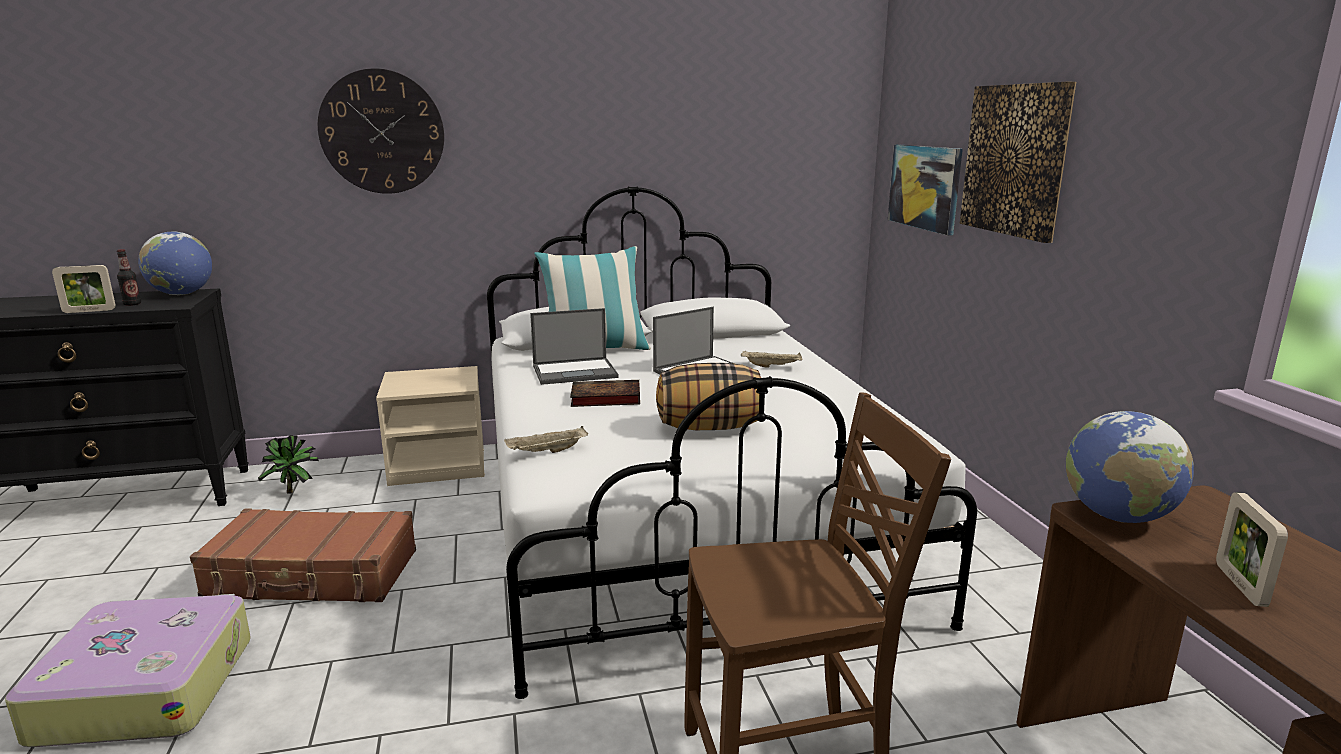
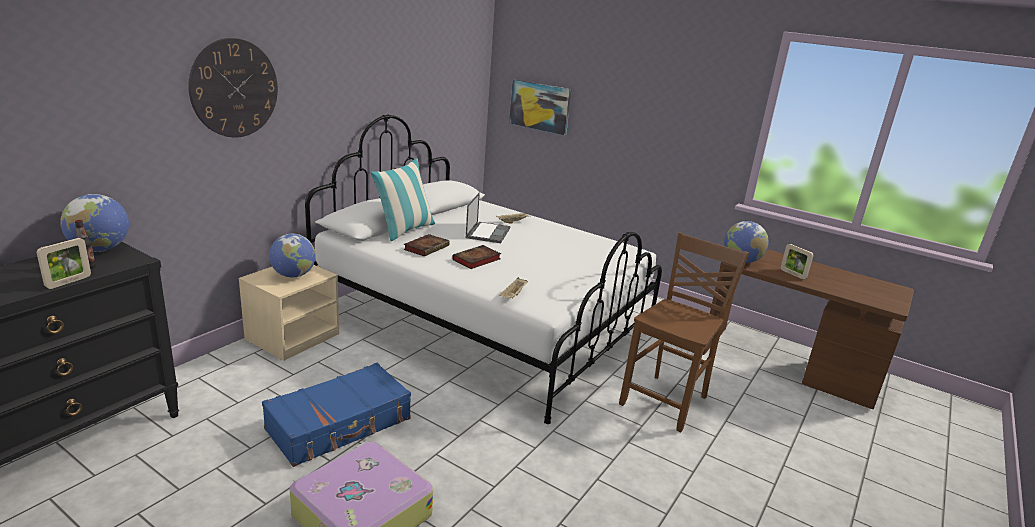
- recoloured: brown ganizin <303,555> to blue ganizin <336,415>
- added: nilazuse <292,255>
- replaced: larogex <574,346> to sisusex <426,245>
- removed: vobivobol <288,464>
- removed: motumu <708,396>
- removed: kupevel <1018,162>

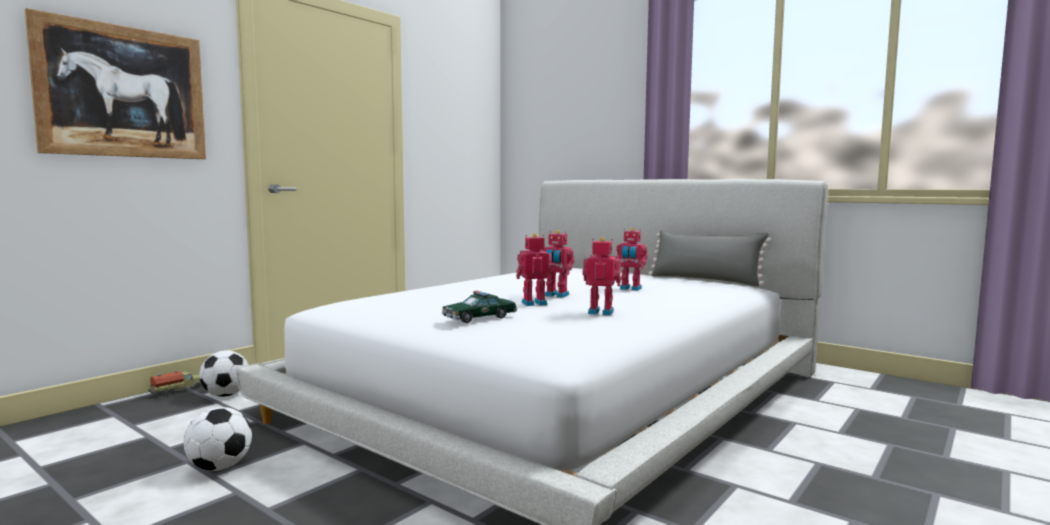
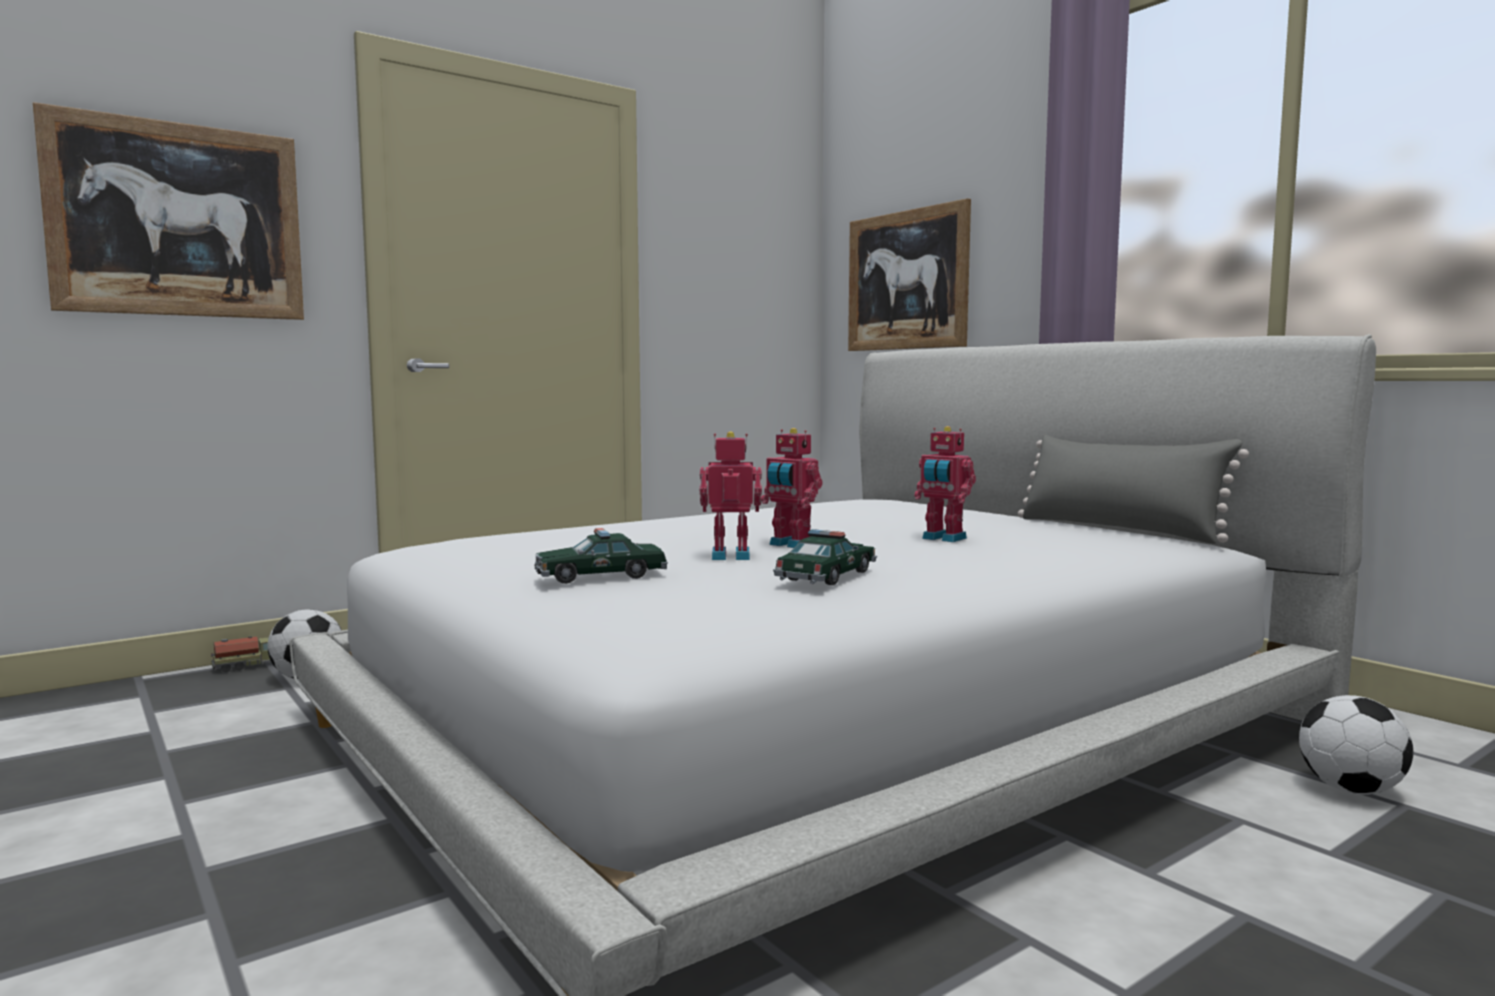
- replaced: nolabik <601,276> to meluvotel <825,557>
- added: kupevel <909,274>
- moved: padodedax <218,439> to <1356,745>

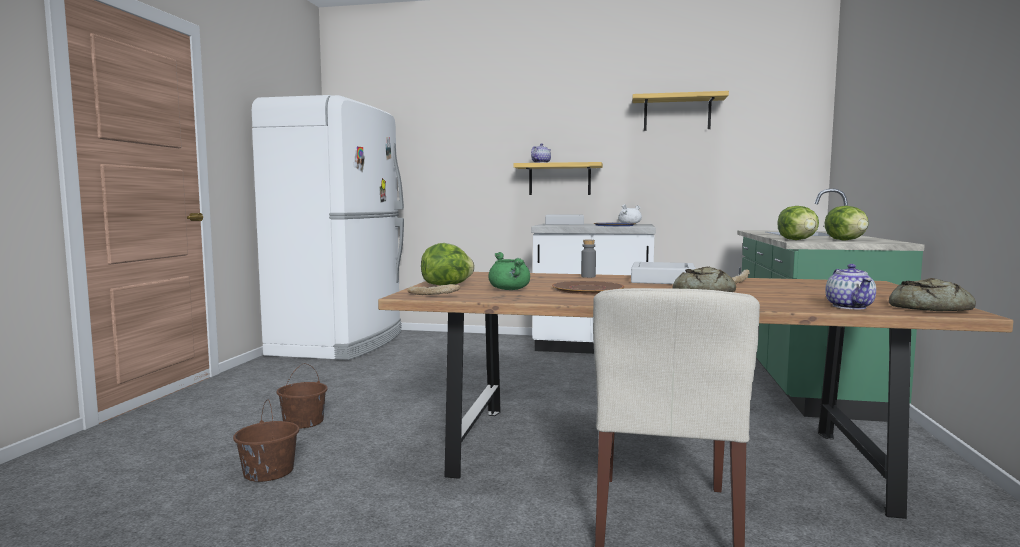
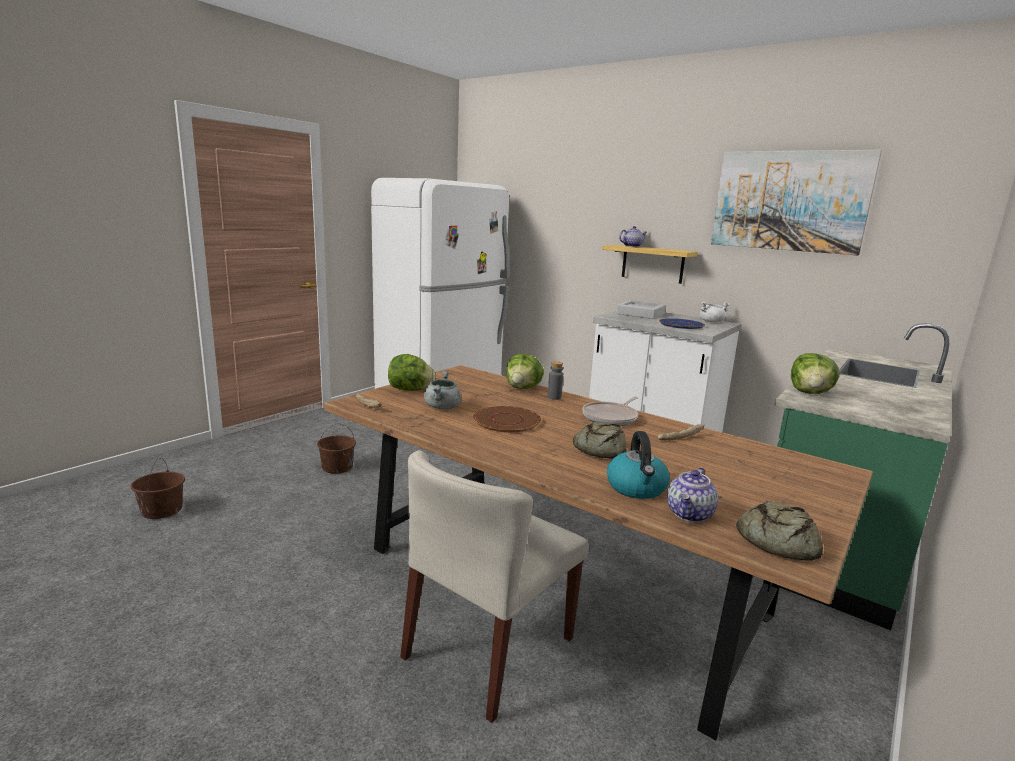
- moved: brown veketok <266,441> to <157,488>
- recoloured: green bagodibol <509,271> to grey bagodibol <443,390>
- moved: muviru <847,223> to <525,371>
- replaced: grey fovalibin <663,273> to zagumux <610,411>
- added: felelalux <638,465>
- replaced: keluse <680,111> to kupevel <796,202>

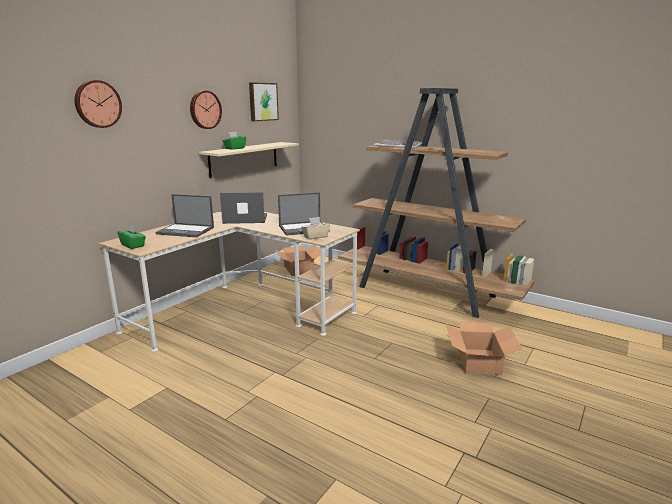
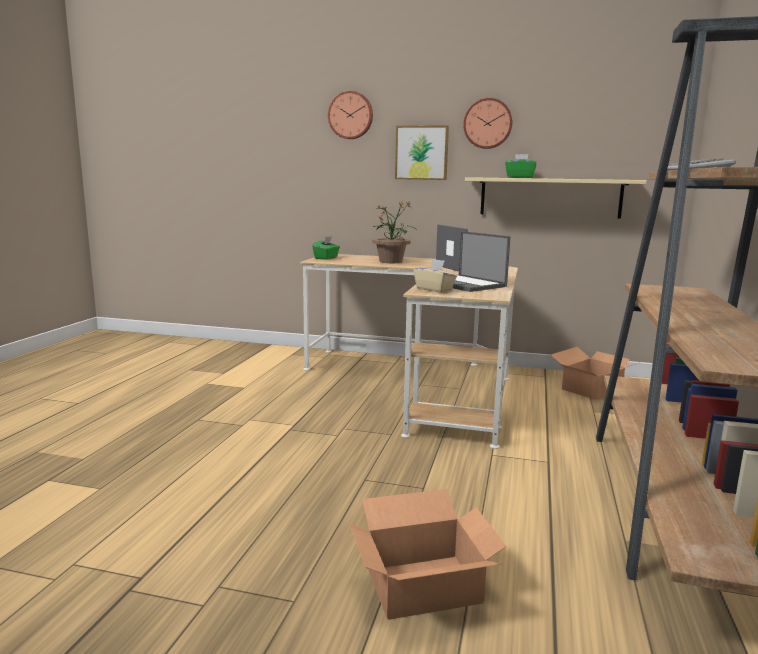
- replaced: larogex <185,215> to vobivobol <394,232>
- moved: kupevel <264,101> to <422,152>

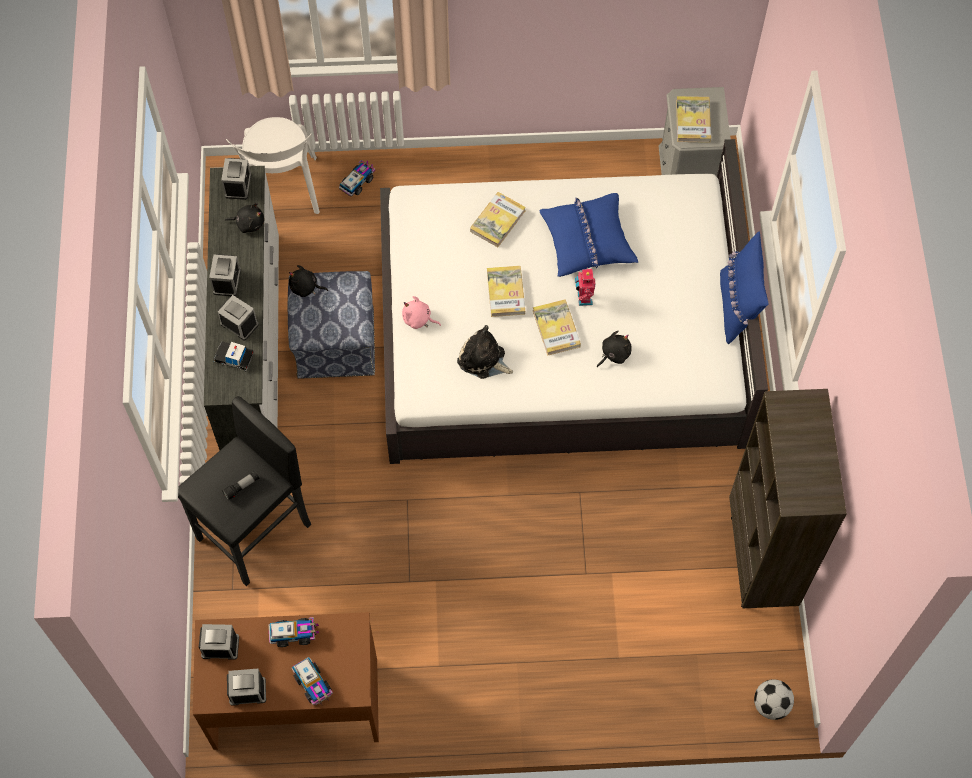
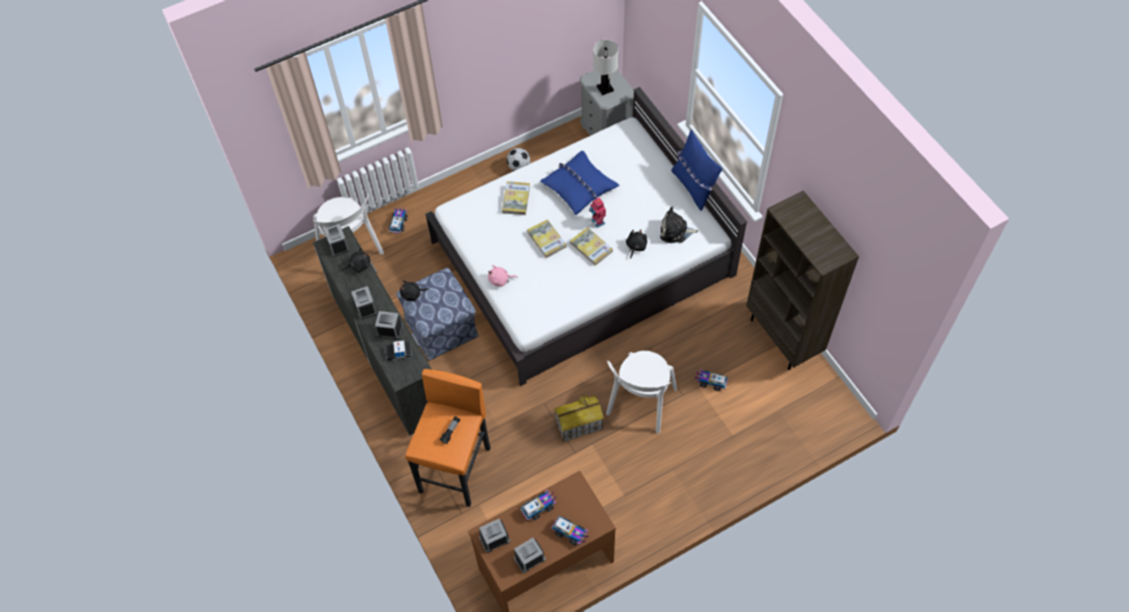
- recoloured: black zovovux <244,491> to orange zovovux <448,438>
- moved: padodedax <774,699> to <518,159>
- added: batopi <579,418>
- replaced: sisusex <693,119> to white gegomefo <605,67>
- added: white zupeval <641,392>
- moved: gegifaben <485,352> to <679,225>
- added: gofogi <711,380>

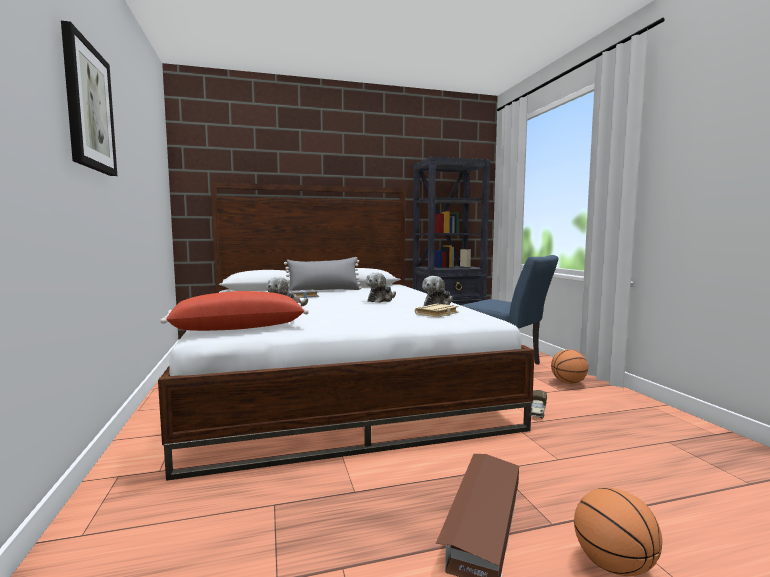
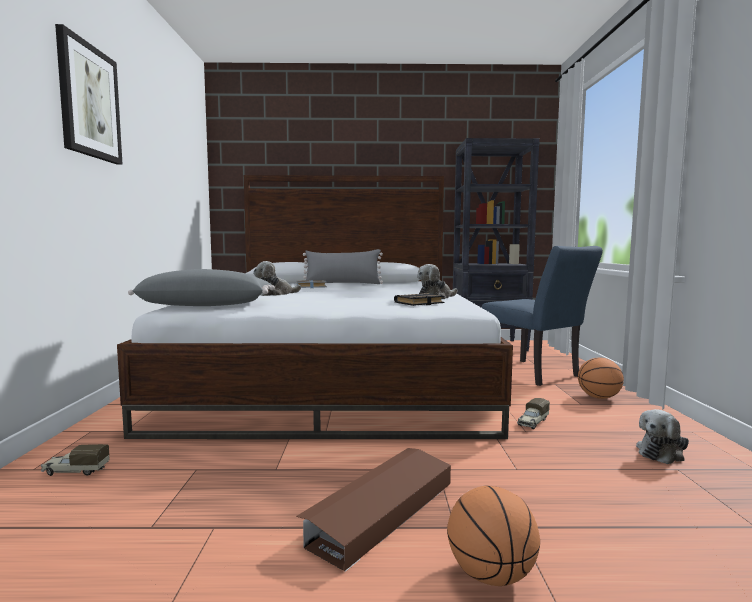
- added: gofogi <75,460>
- recoloured: red motumu <234,311> to grey motumu <201,287>
- recoloured: beige sisusex <437,310> to black sisusex <419,299>
- moved: gegifaben <381,287> to <662,436>

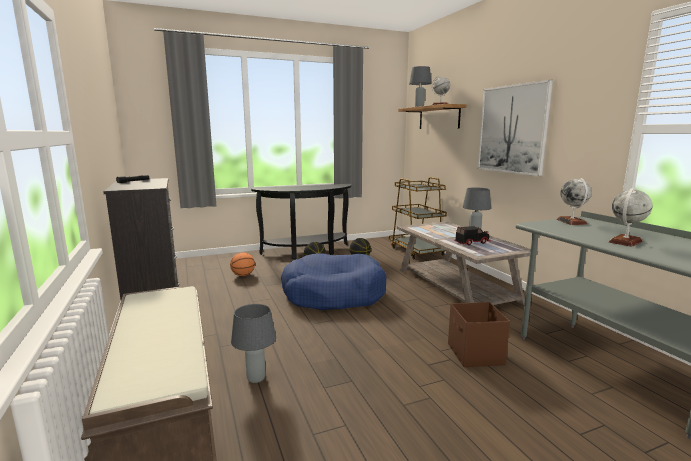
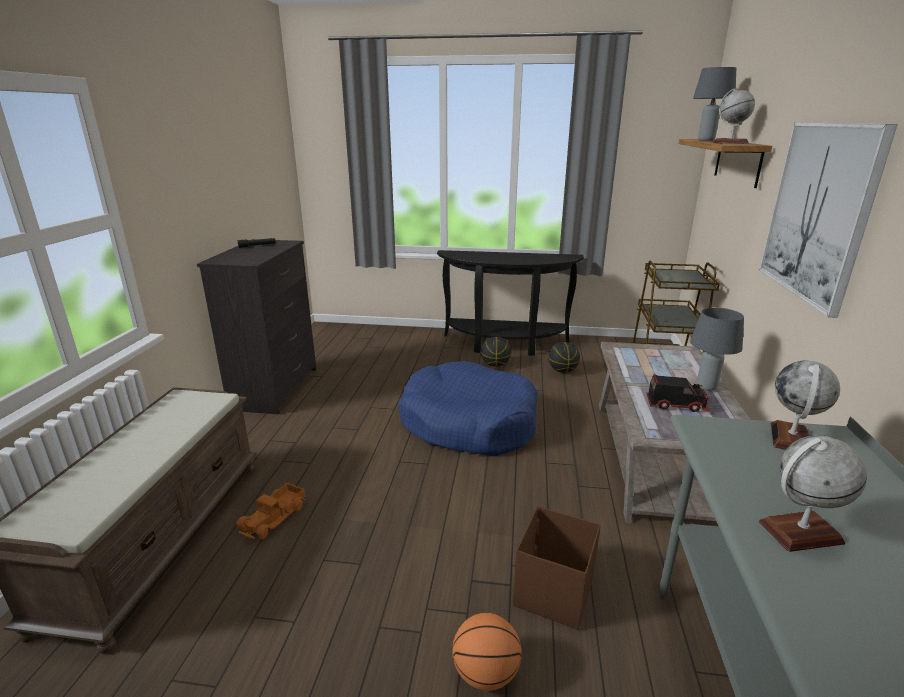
- replaced: grey gegomefo <253,343> to gofogi <270,511>
- moved: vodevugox <242,264> to <487,651>

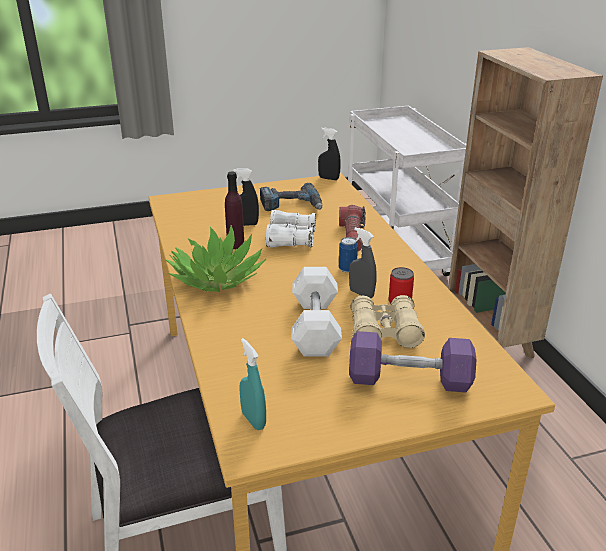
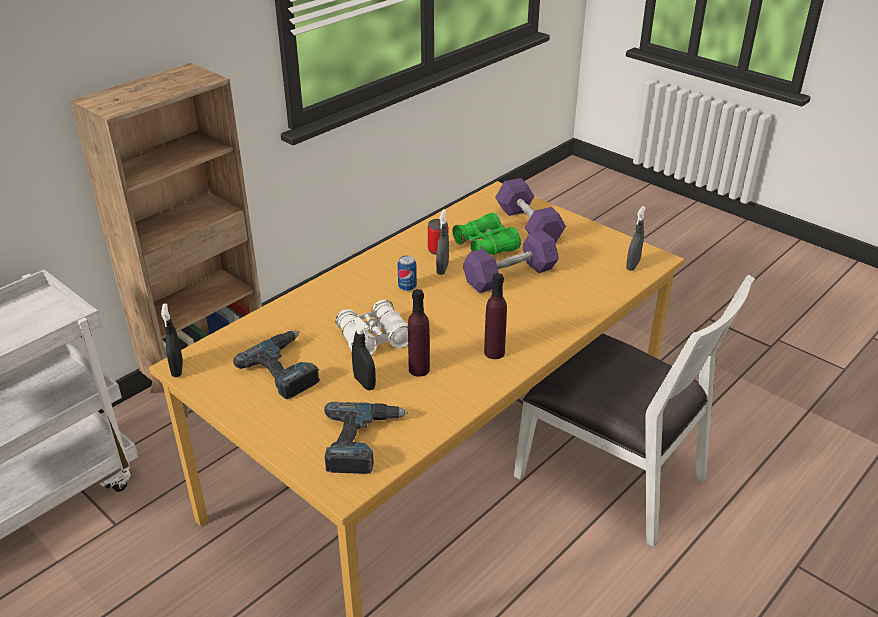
- added: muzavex <366,438>
- recoloured: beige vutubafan <387,321> to green vutubafan <486,234>
- recoloured: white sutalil <316,312> to purple sutalil <511,261>
- replaced: vobivobol <215,258> to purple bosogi <495,316>
- recoloured: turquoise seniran <252,384> to grey seniran <636,238>
- removed: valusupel <352,228>

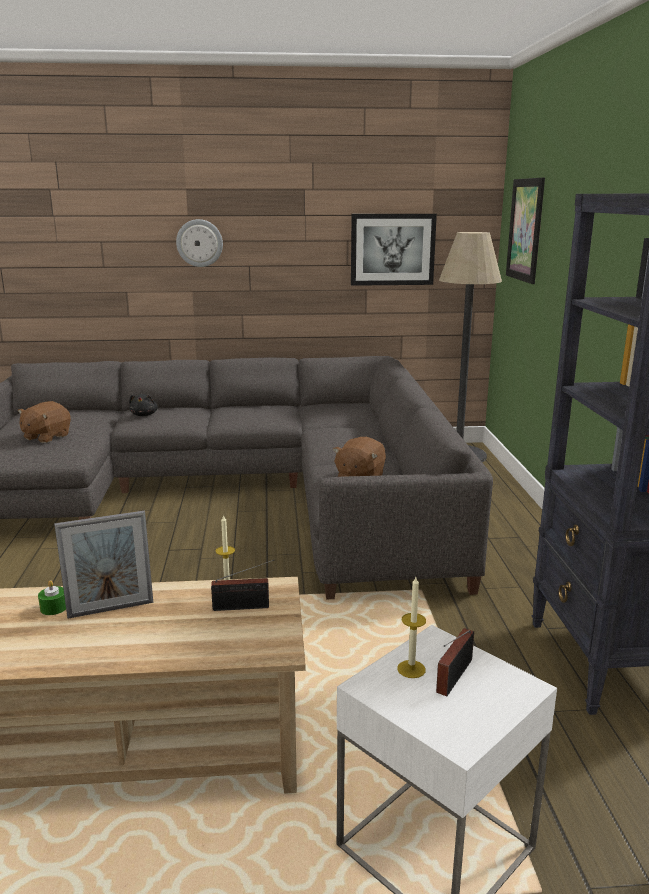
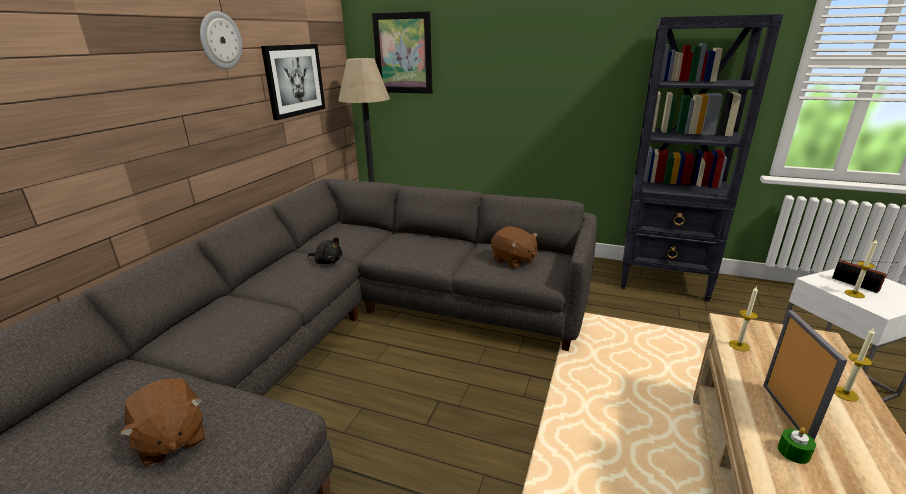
- moved: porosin <199,243> to <221,40>
- moved: black gegifaben <143,405> to <325,250>
- added: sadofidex <854,365>
- removed: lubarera <243,585>

